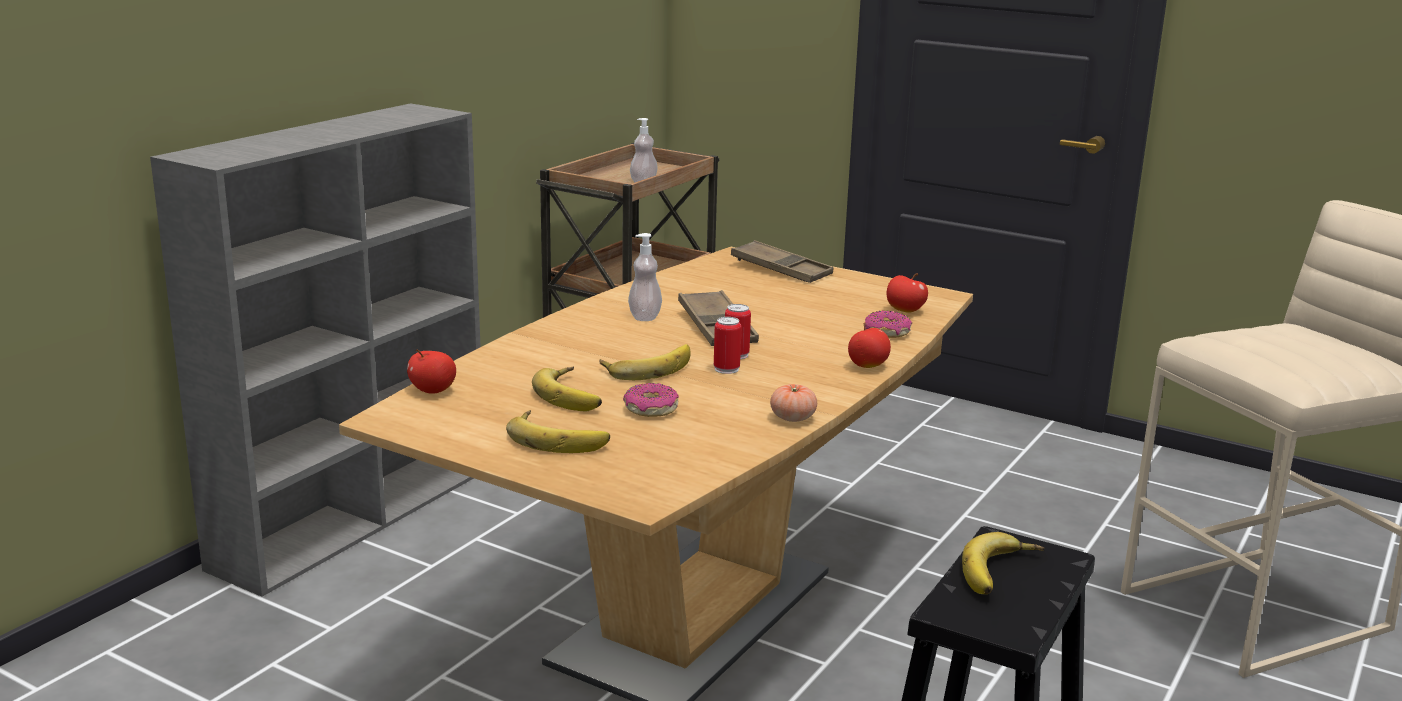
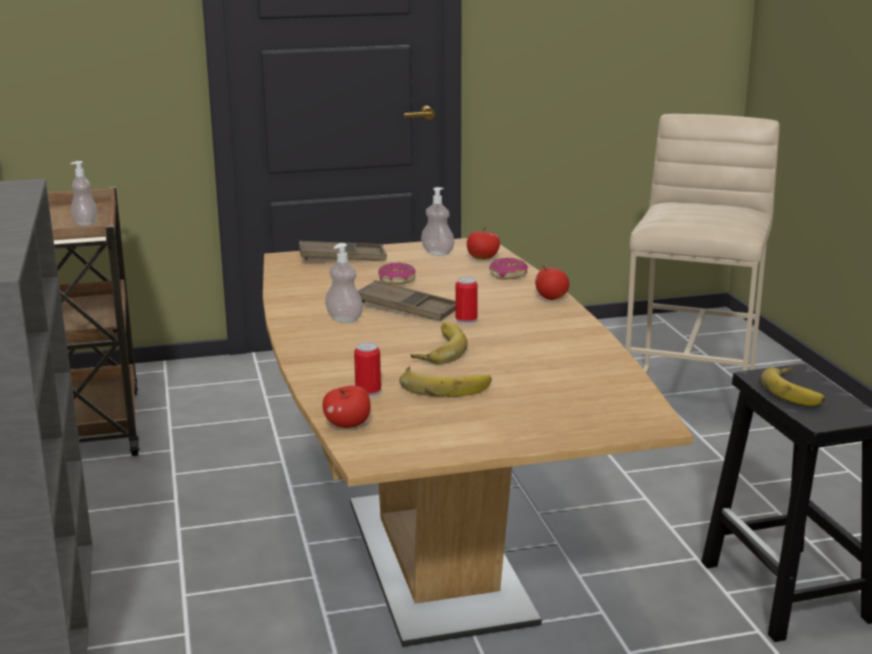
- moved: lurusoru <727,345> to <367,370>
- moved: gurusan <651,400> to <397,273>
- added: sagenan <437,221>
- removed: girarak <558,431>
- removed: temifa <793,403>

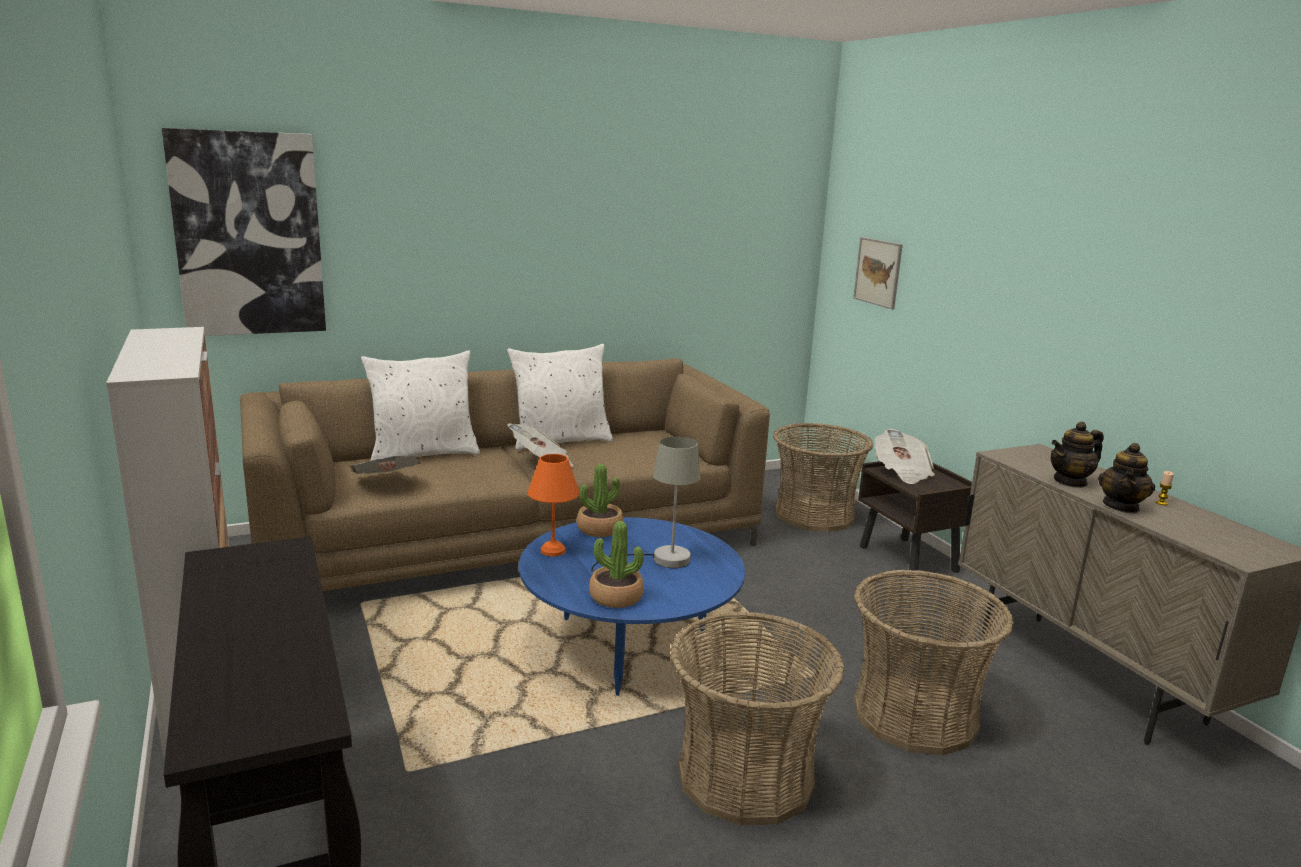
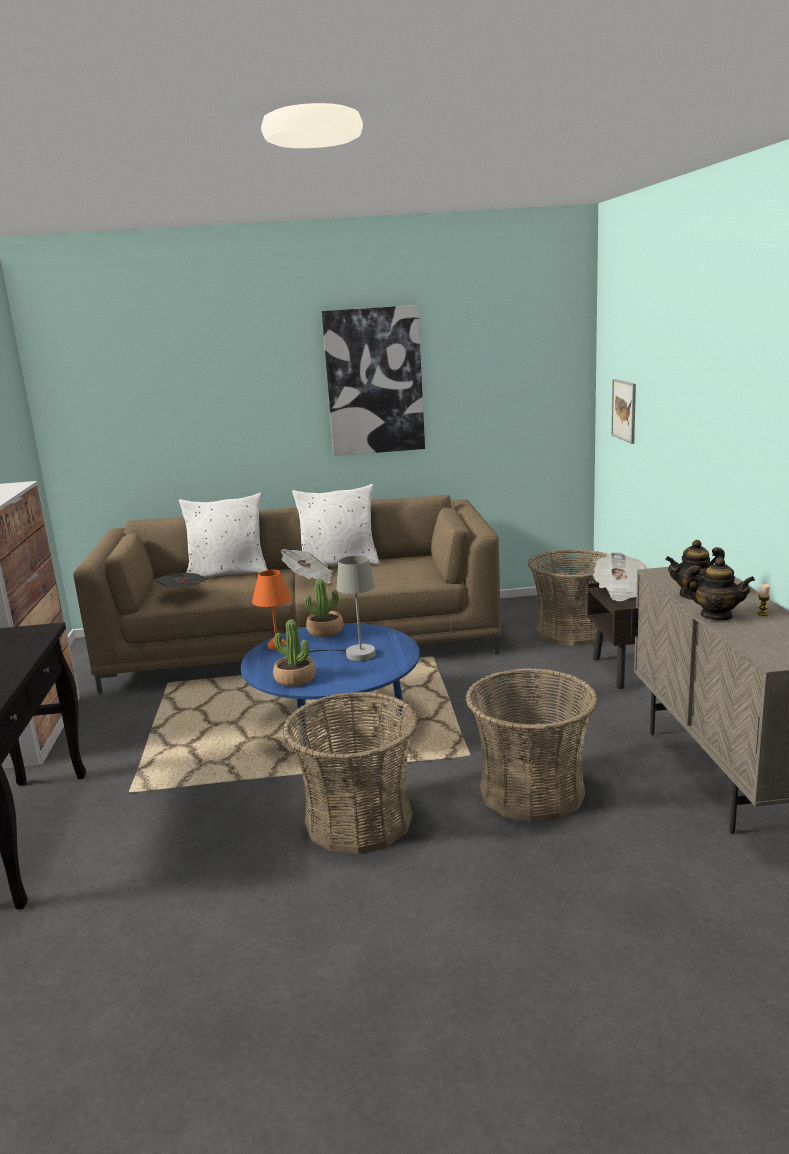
- moved: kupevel <244,232> to <373,380>
- turned: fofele <1126,478> = <718,588> 105 degrees counterclockwise

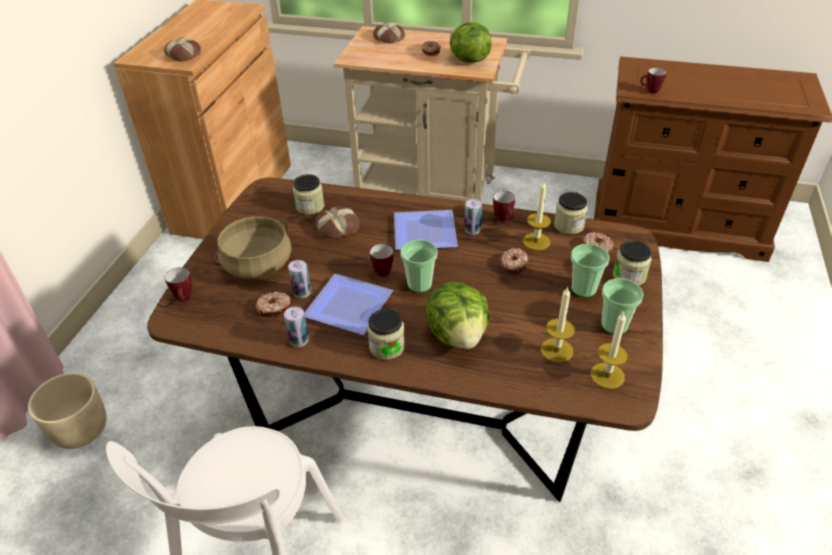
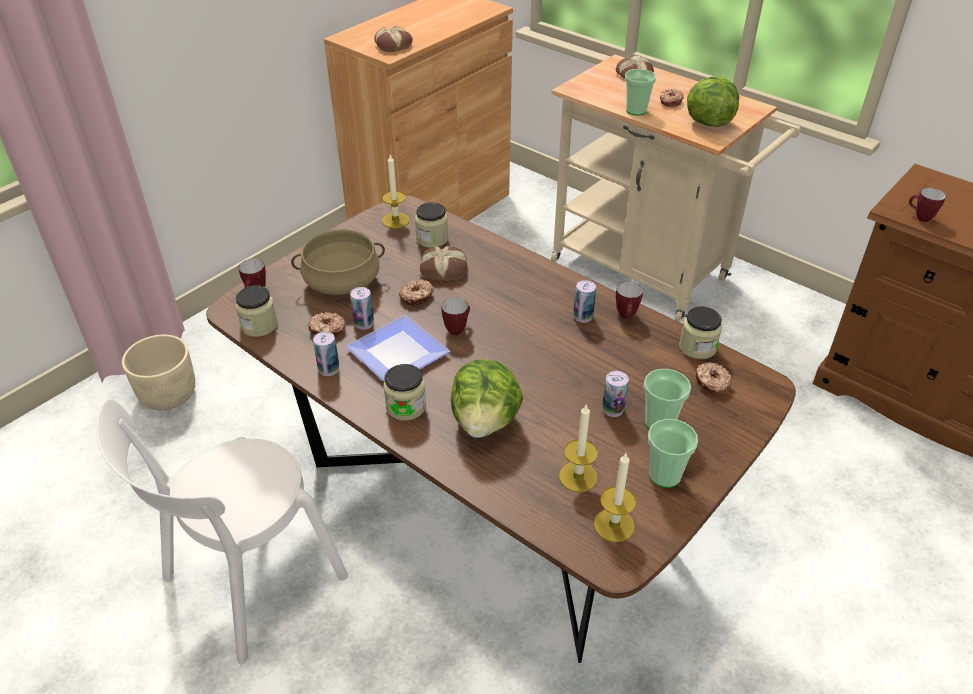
- moved: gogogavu <632,262> to <256,311>
- moved: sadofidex <537,216> to <396,192>
- moved: gurusan <514,261> to <416,292>
- added: lurusoru <615,394>
- moved: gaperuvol <419,266> to <640,92>
- removed: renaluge <426,230>

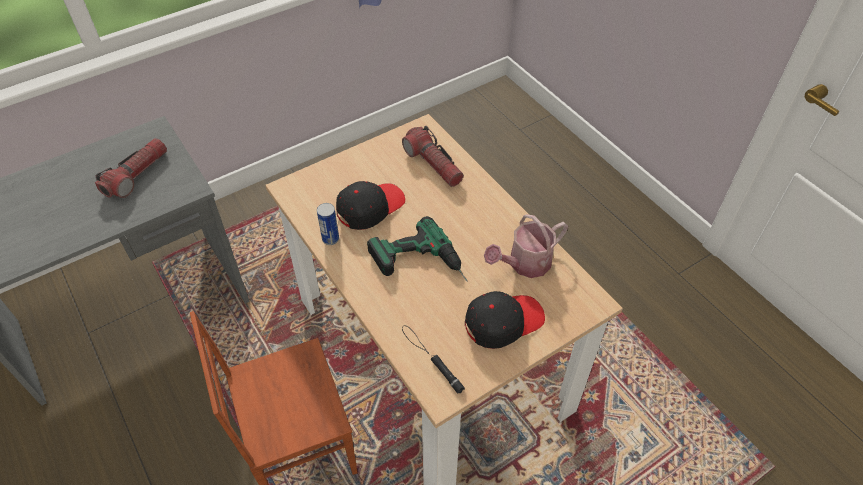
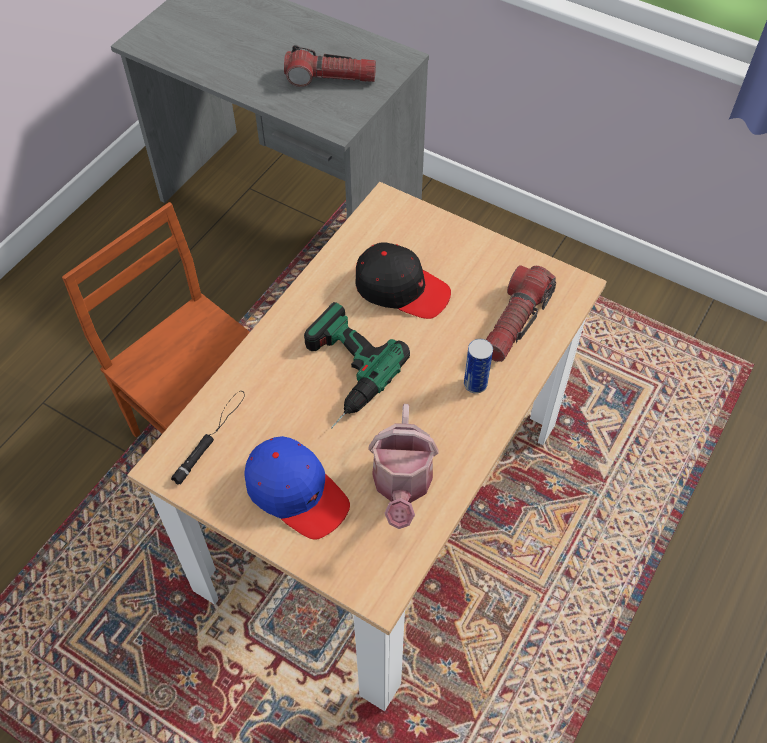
- recoloured: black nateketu <505,320> to blue nateketu <297,488>
- turned: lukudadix <526,246> = <403,466> 120 degrees counterclockwise
- moved: lurusoru <328,224> to <478,366>

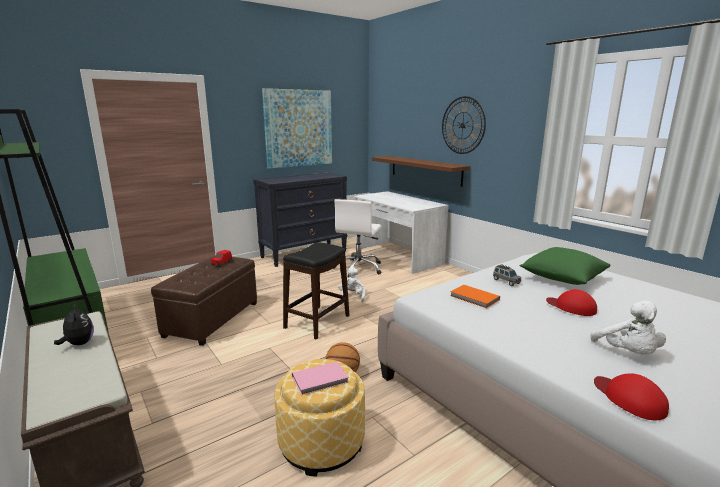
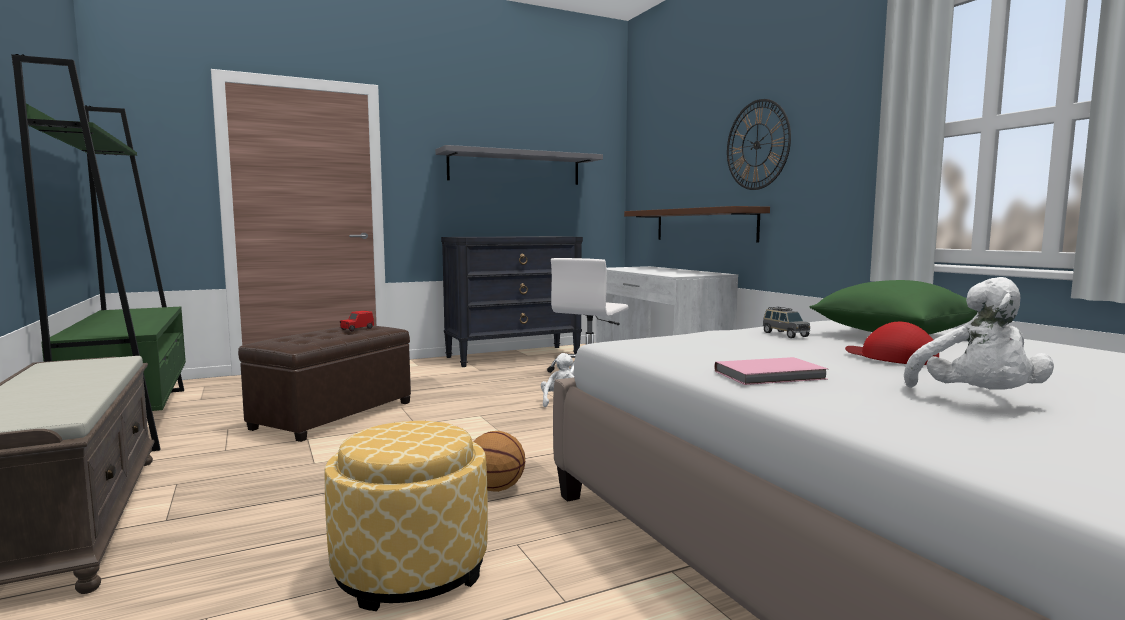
- replaced: kupevel <297,128> to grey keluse <519,165>
- moved: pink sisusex <320,378> to <771,371>
- removed: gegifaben <74,324>
- removed: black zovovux <316,290>
- removed: orange sisusex <475,296>
- removed: red nateketu <631,396>

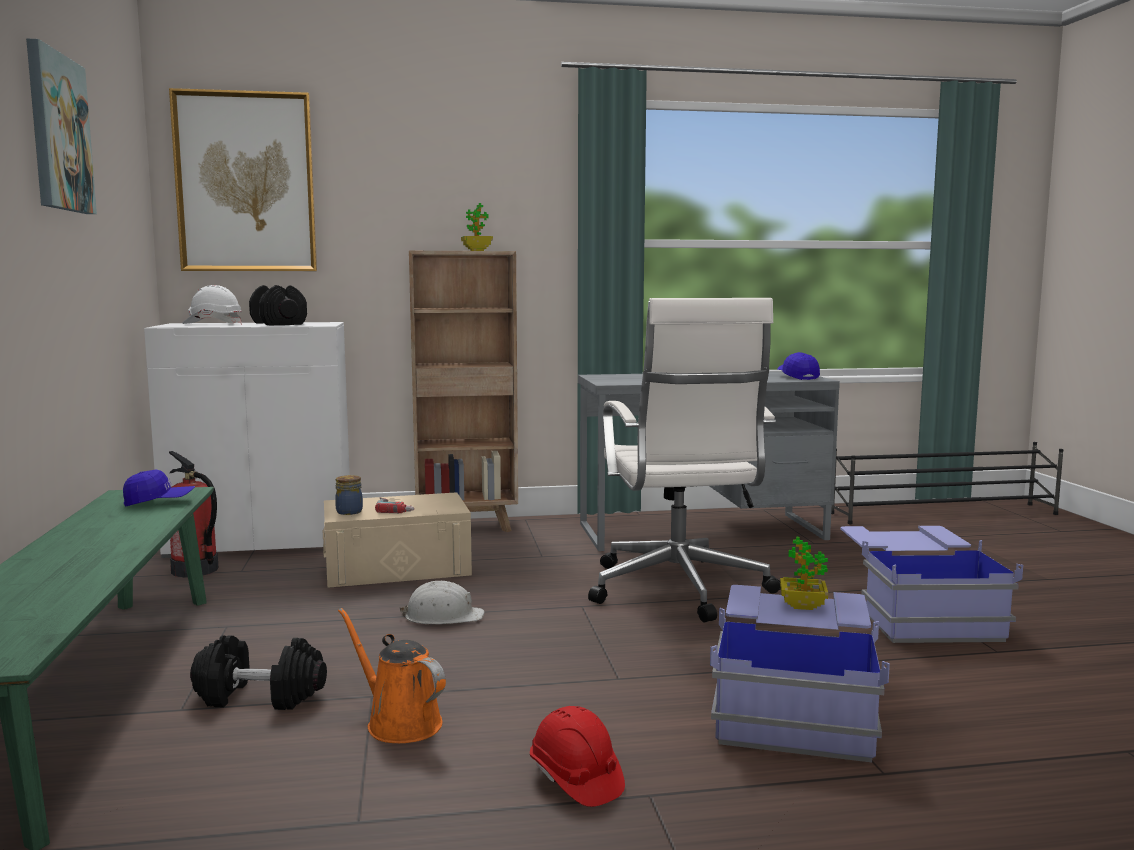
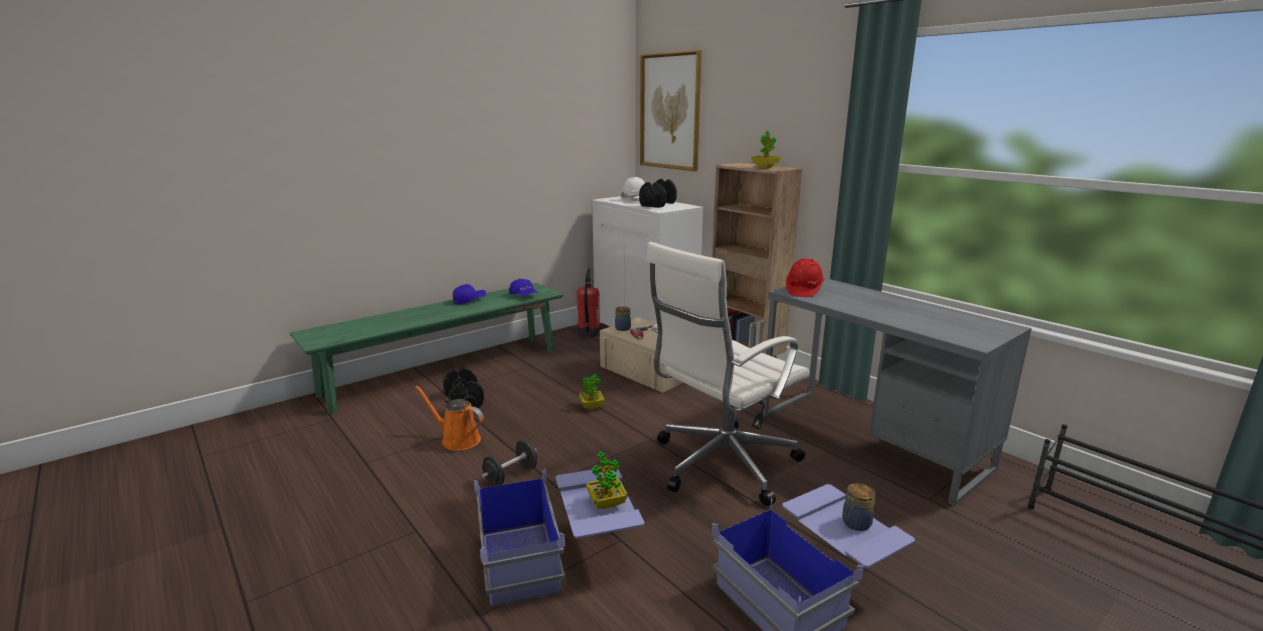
- turned: orange lukudadix <392,675> = <449,418> 75 degrees counterclockwise
- moved: blue nateketu <798,366> to <469,294>
- added: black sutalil <509,463>
- replaced: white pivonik <442,603> to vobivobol <592,391>
- moved: red pivonik <577,756> to <805,277>
- added: gogogavu <859,507>
- removed: kupevel <61,126>

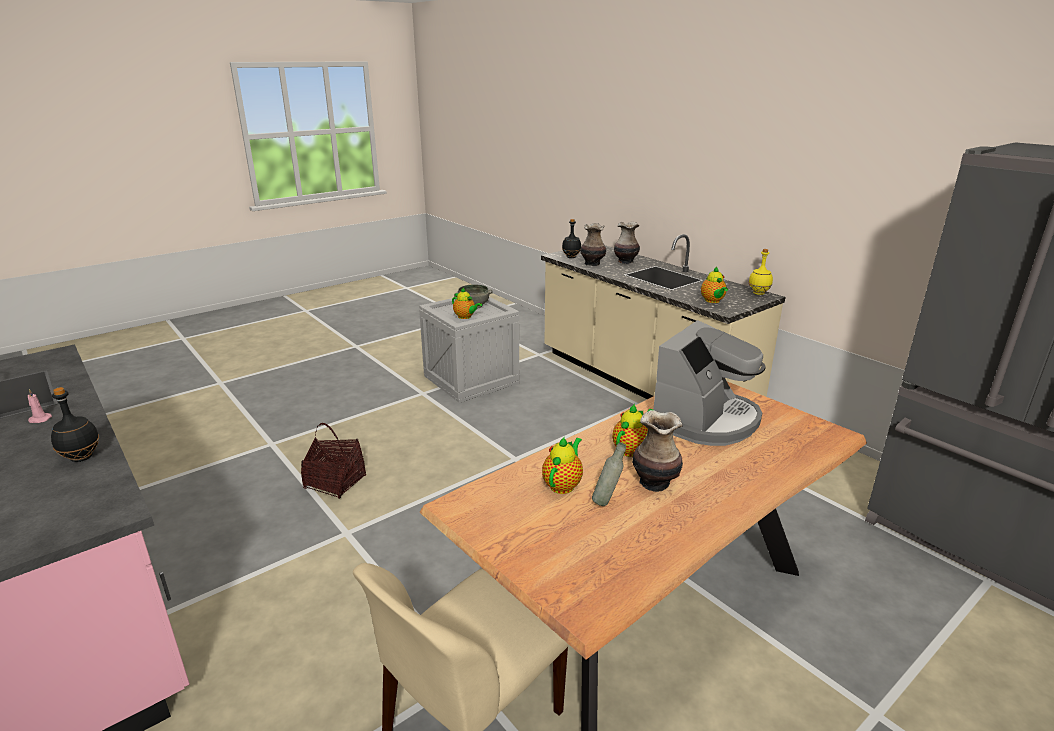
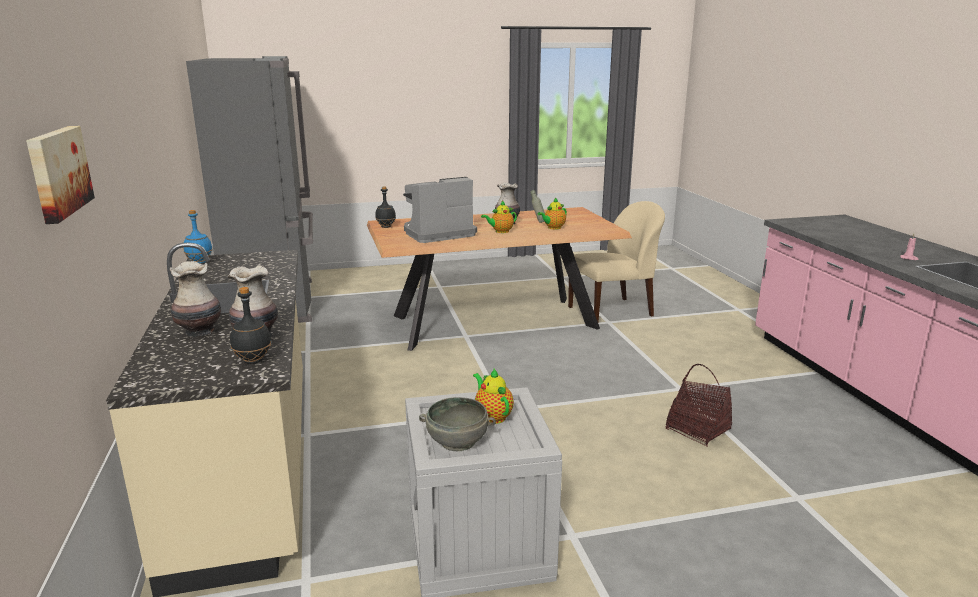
- added: kupevel <60,175>
- recoloured: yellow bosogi <760,272> to blue bosogi <198,237>
- moved: black bosogi <75,424> to <385,207>
- removed: fofele <714,285>

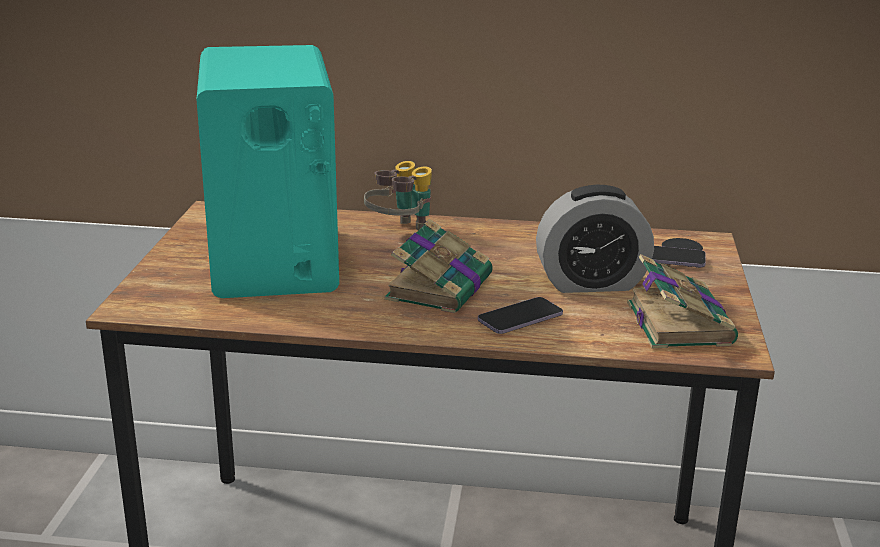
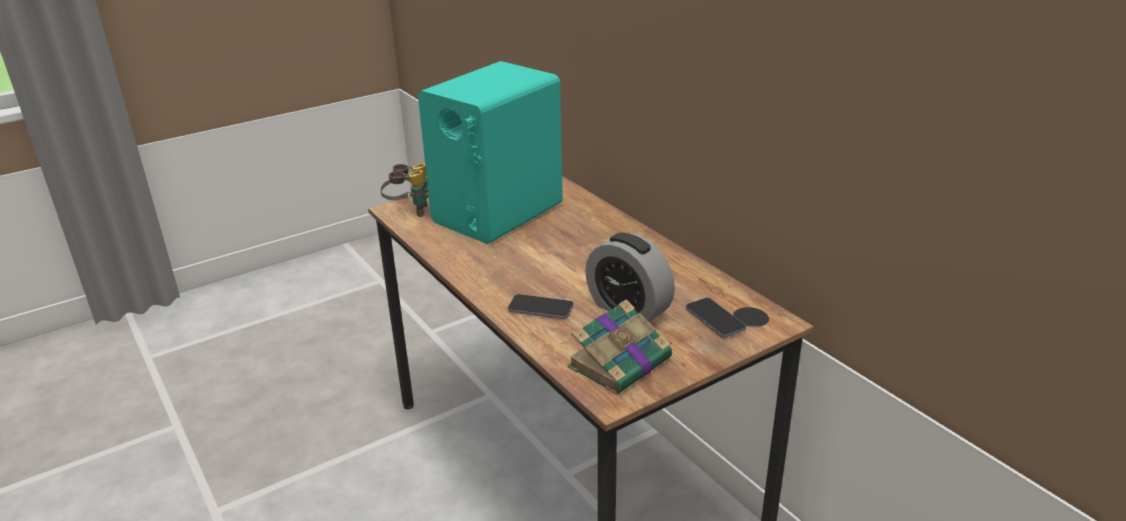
- moved: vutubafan <398,195> to <404,190>
- removed: sisusex <439,266>

